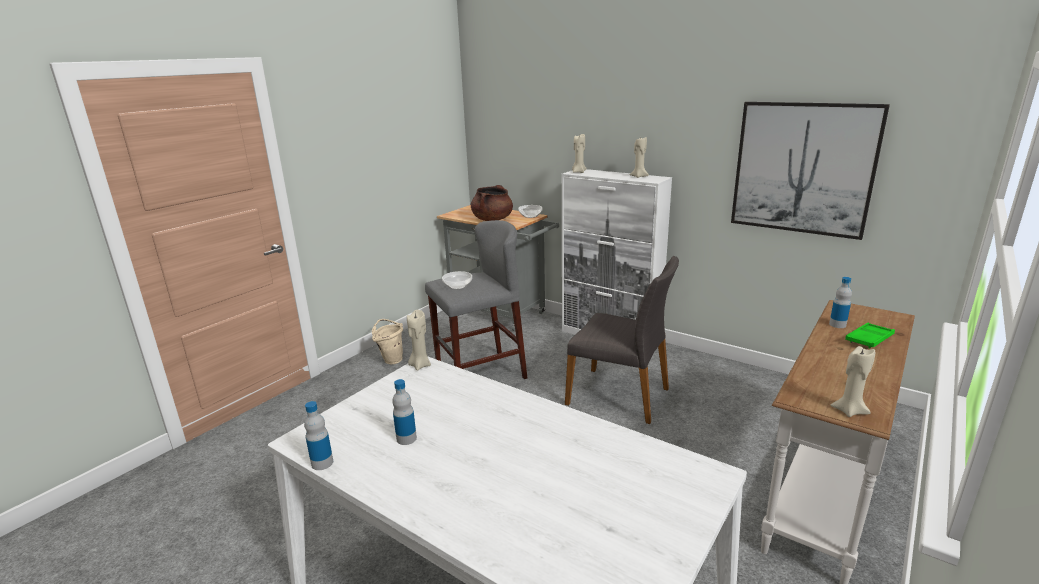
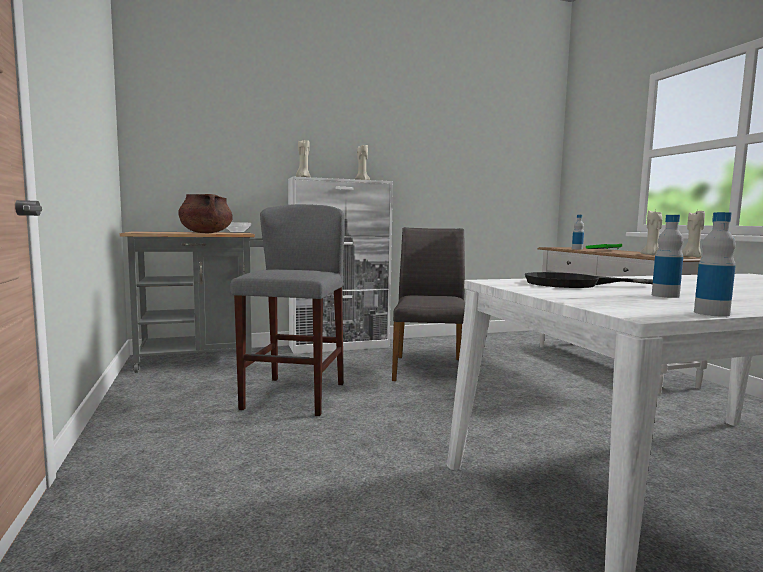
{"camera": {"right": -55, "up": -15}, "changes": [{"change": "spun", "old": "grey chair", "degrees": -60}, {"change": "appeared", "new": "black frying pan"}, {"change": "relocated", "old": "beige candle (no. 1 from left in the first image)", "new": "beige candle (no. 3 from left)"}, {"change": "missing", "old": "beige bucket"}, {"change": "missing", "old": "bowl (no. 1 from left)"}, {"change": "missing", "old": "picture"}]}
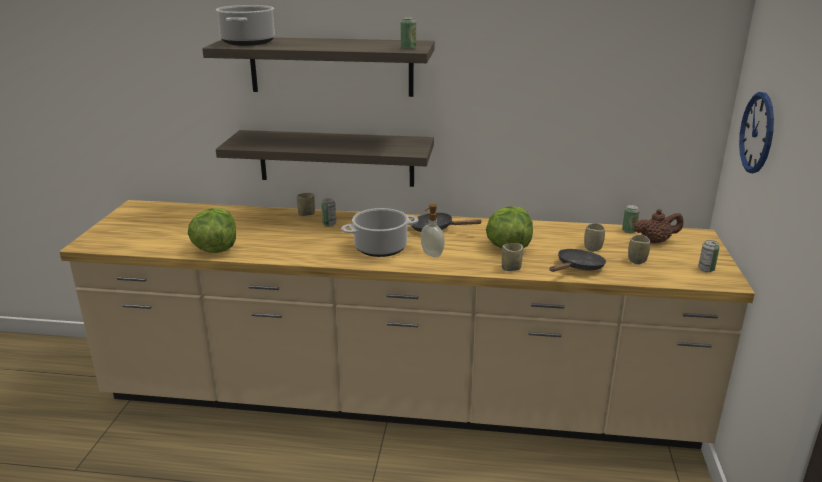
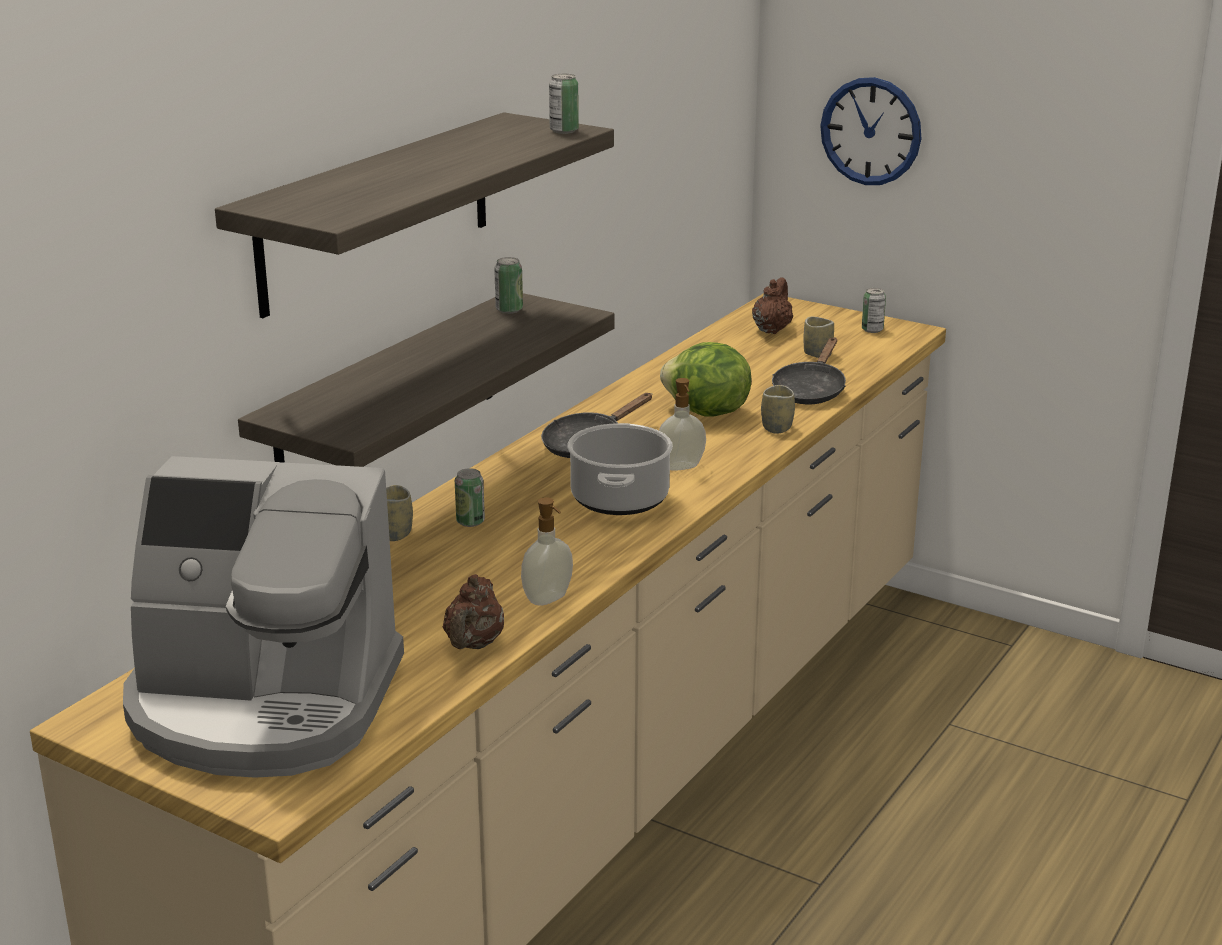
{"camera": {"right": -65, "up": 0}, "changes": [{"change": "appeared", "new": "coffee machine"}, {"change": "exchanged", "old": "lettuce (no. 1 from left)", "new": "brown teapot (no. 1 from left)"}, {"change": "relocated", "old": "can (no. 3 from left in the first image)", "new": "can (no. 2 from left)"}, {"change": "appeared", "new": "soap dispenser (no. 1 from left)"}, {"change": "spun", "old": "black frying pan (no. 2 from left)", "degrees": -135}, {"change": "missing", "old": "cooking pot (no. 1 from left)"}, {"change": "missing", "old": "cup (no. 3 from left)"}]}
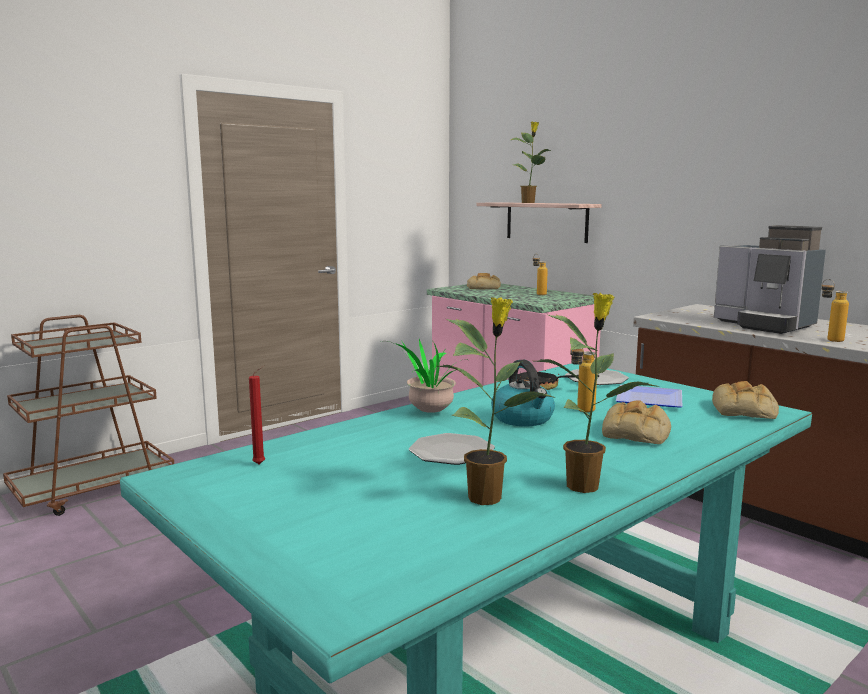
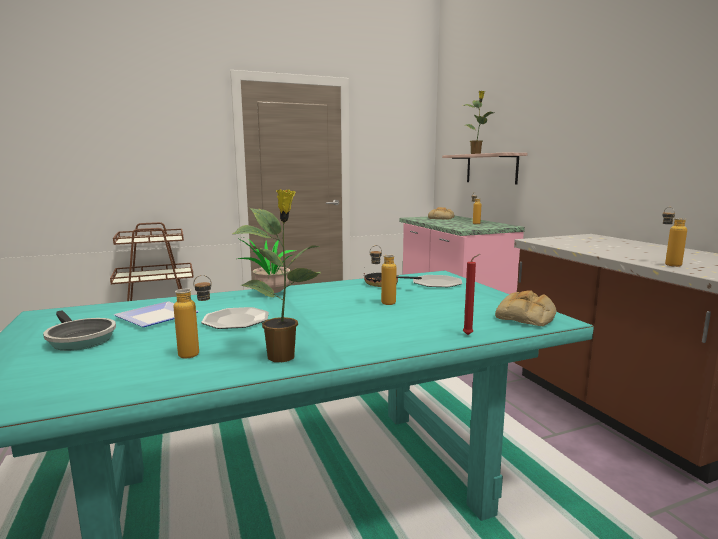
{"camera": {"right": 20, "up": 0}, "changes": [{"change": "appeared", "new": "frying pan (no. 1 from left)"}, {"change": "relocated", "old": "plate (no. 3 from left in the first image)", "new": "plate (no. 1 from left)"}, {"change": "exchanged", "old": "potted plant (no. 2 from left)", "new": "bottle (no. 1 from left)"}, {"change": "relocated", "old": "red candle"}, {"change": "missing", "old": "kettle"}, {"change": "missing", "old": "bread (no. 2 from left)"}, {"change": "missing", "old": "coffee machine"}]}
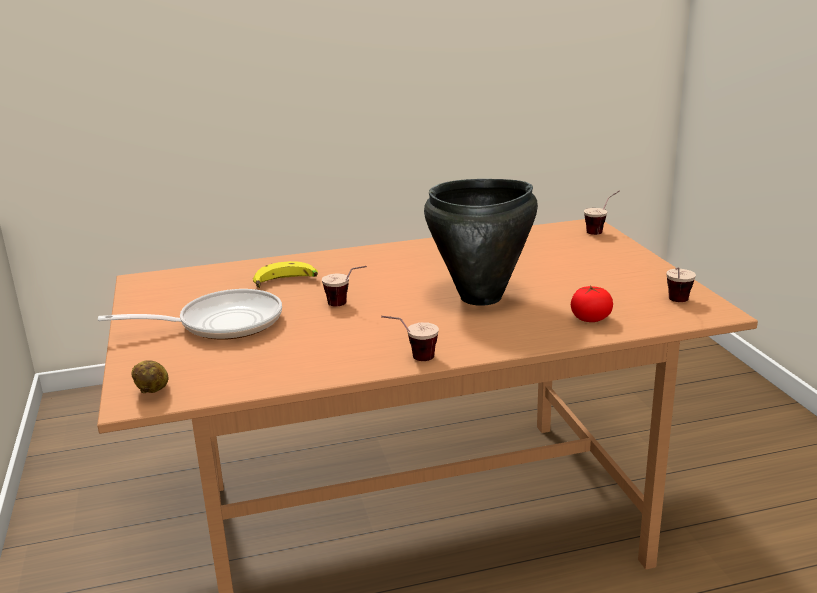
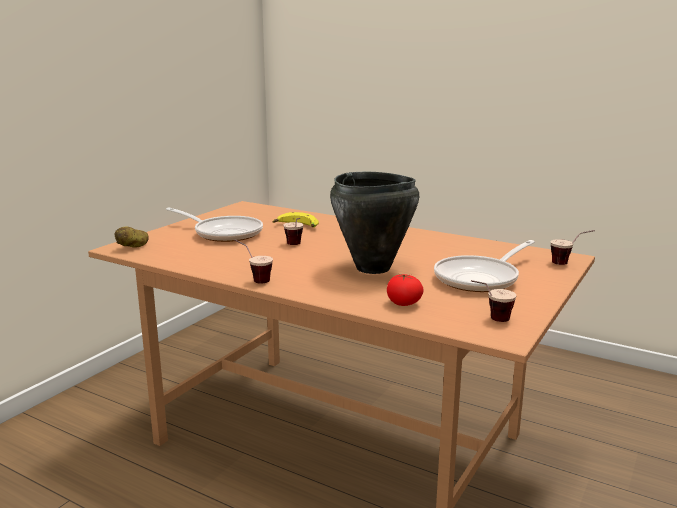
{"camera": {"right": 45, "up": -5}, "changes": [{"change": "appeared", "new": "frying pan (no. 2 from left)"}]}
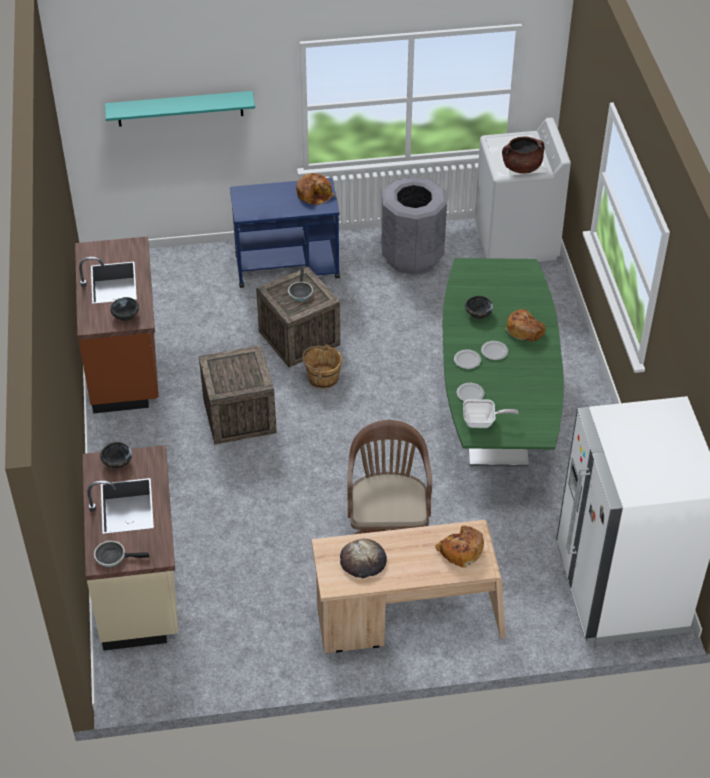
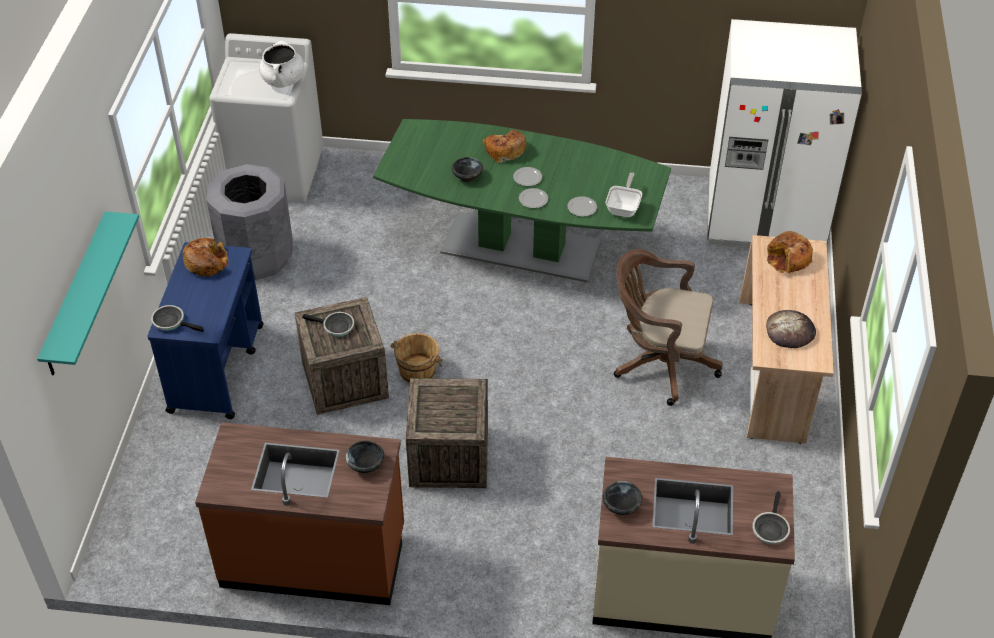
{"camera": {"right": -75, "up": 0}, "changes": [{"change": "appeared", "new": "frying pan (no. 1 from left)"}, {"change": "colour", "old": "brown cooking pot", "new": "white cooking pot"}]}
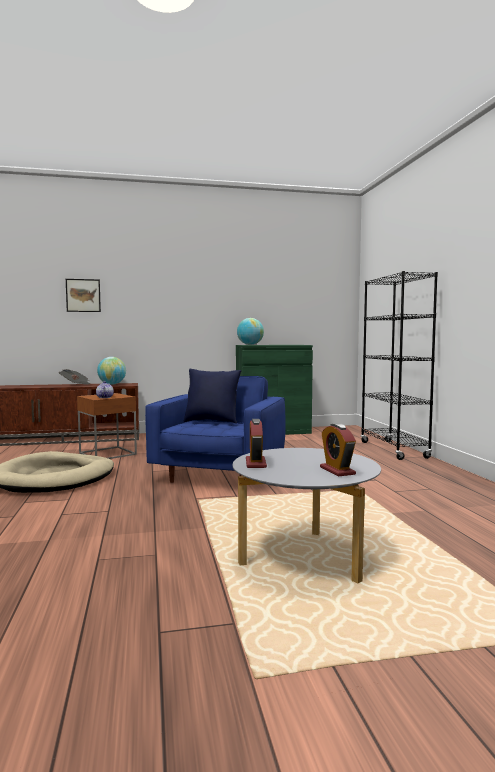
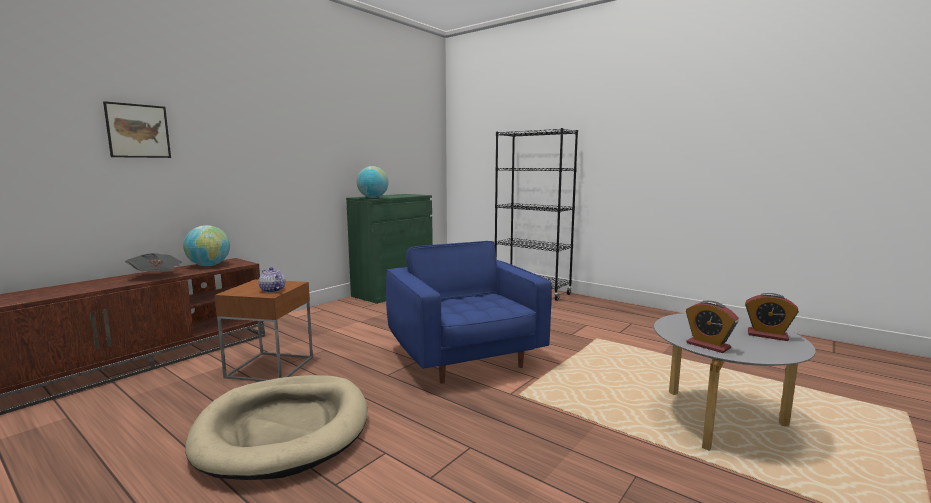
{"camera": {"right": -40, "up": 5}, "changes": [{"change": "missing", "old": "blue pillow"}]}
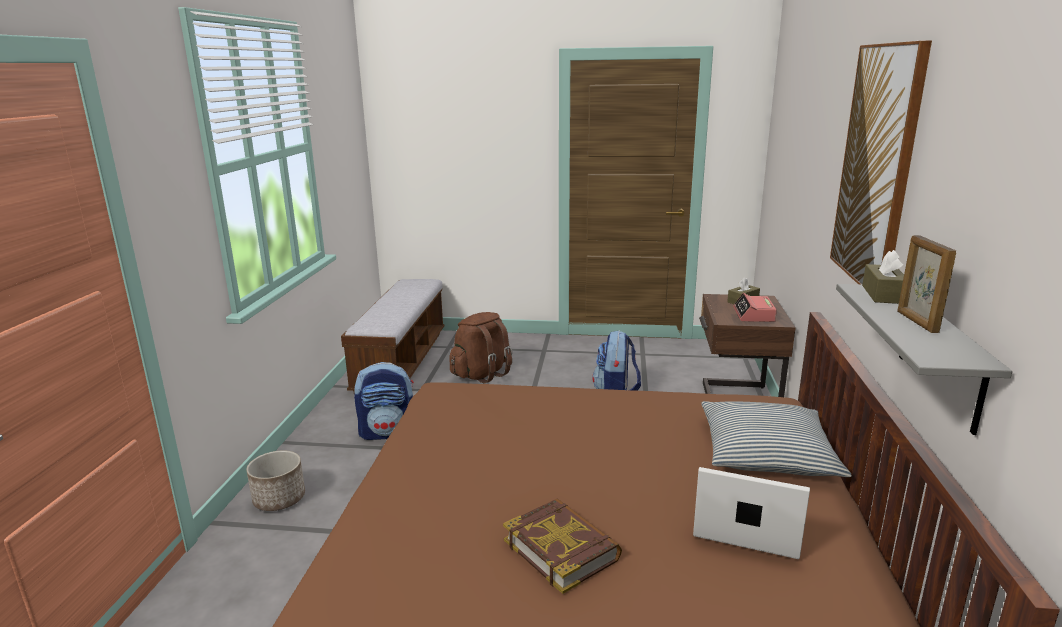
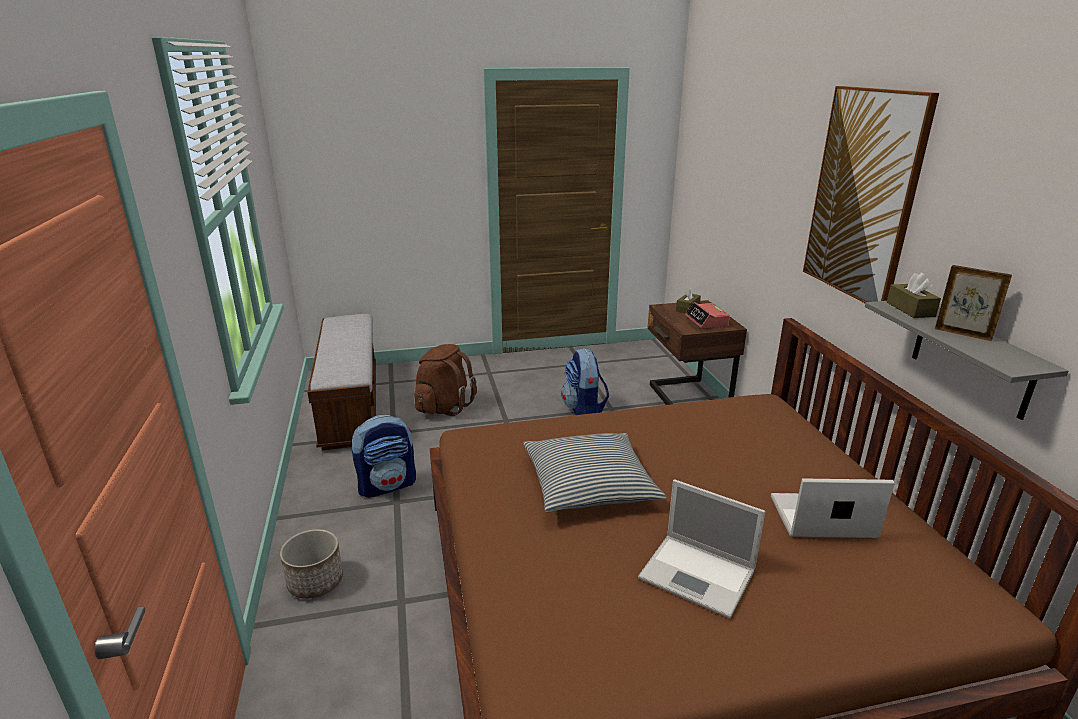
{"camera": {"right": -20, "up": 5}, "changes": [{"change": "relocated", "old": "pillow"}, {"change": "exchanged", "old": "book", "new": "laptop (no. 1 from left)"}, {"change": "spun", "old": "picture frame", "degrees": 150}]}
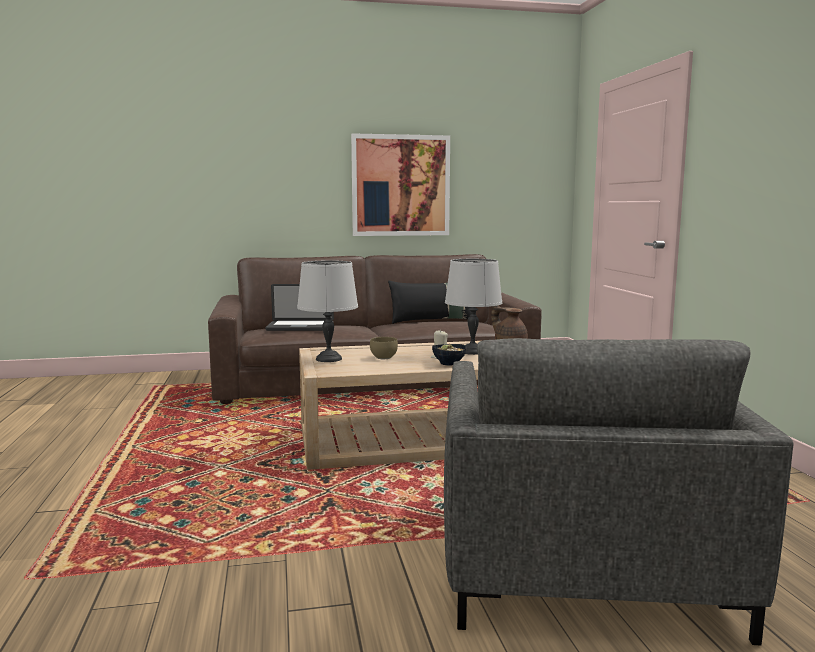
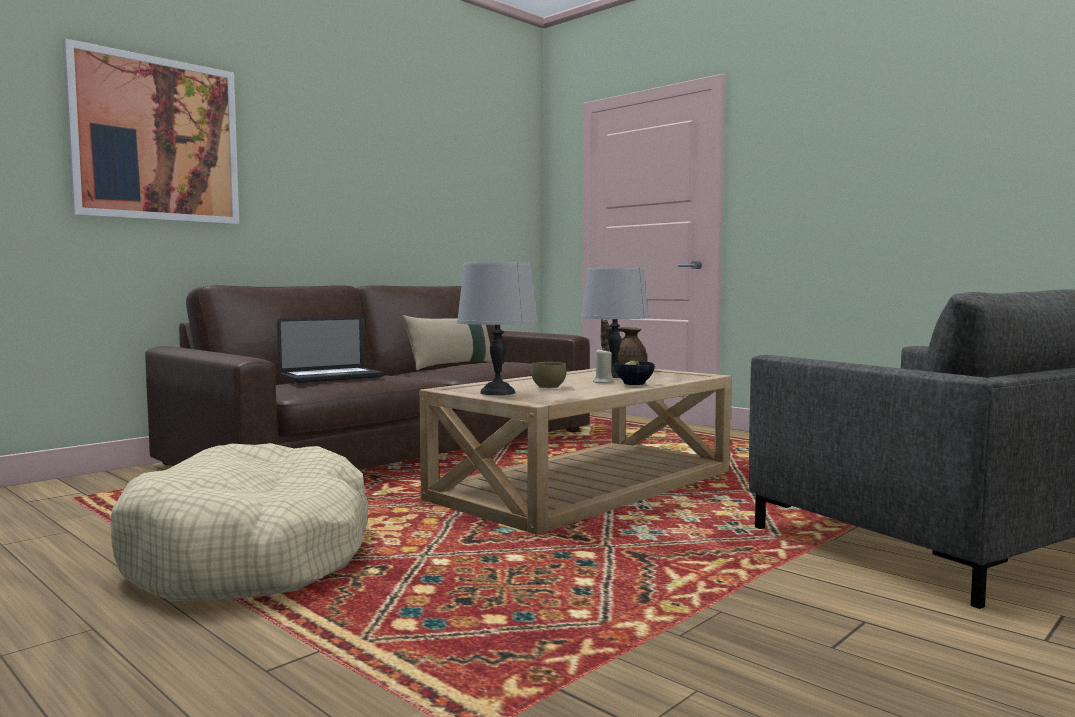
{"camera": {"right": -35, "up": -5}, "changes": [{"change": "relocated", "old": "picture"}, {"change": "appeared", "new": "beige dog bed"}, {"change": "colour", "old": "black pillow", "new": "beige pillow"}]}
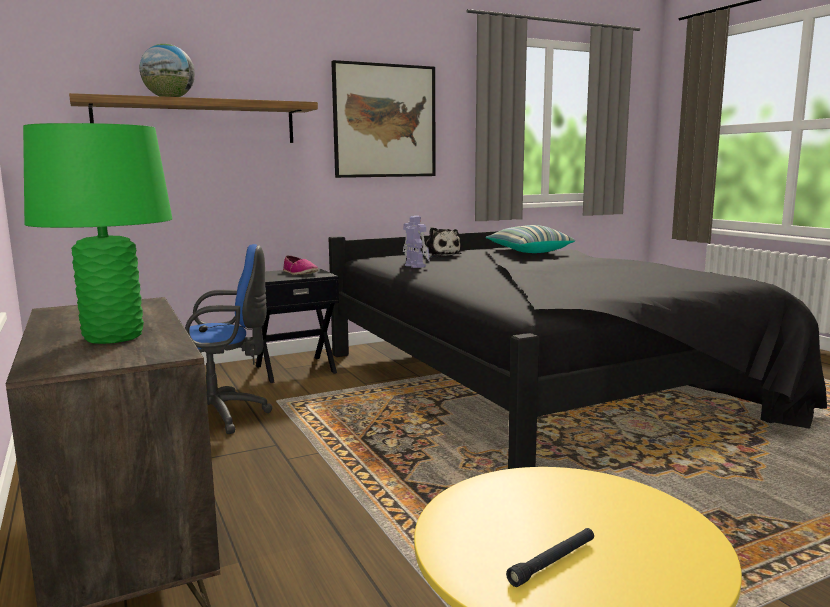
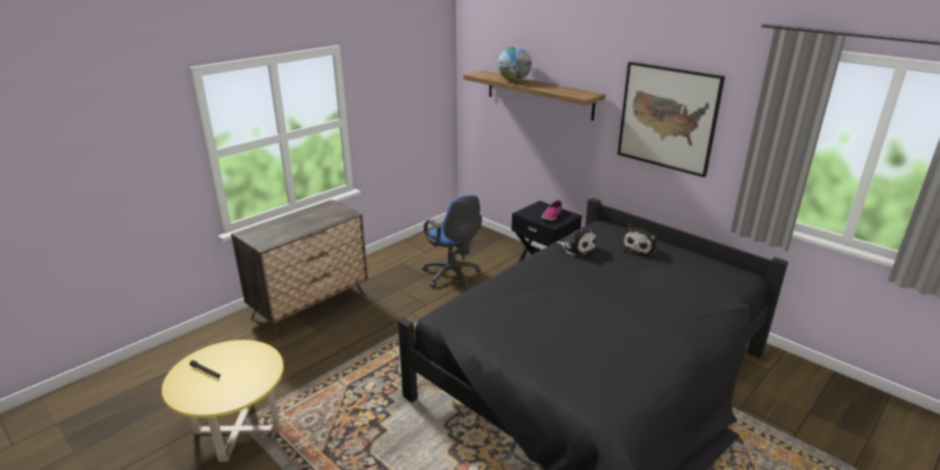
{"camera": {"right": 70, "up": 15}, "changes": [{"change": "exchanged", "old": "toy robot", "new": "plush toy (no. 1 from left)"}, {"change": "missing", "old": "green table lamp"}, {"change": "missing", "old": "pillow"}]}
